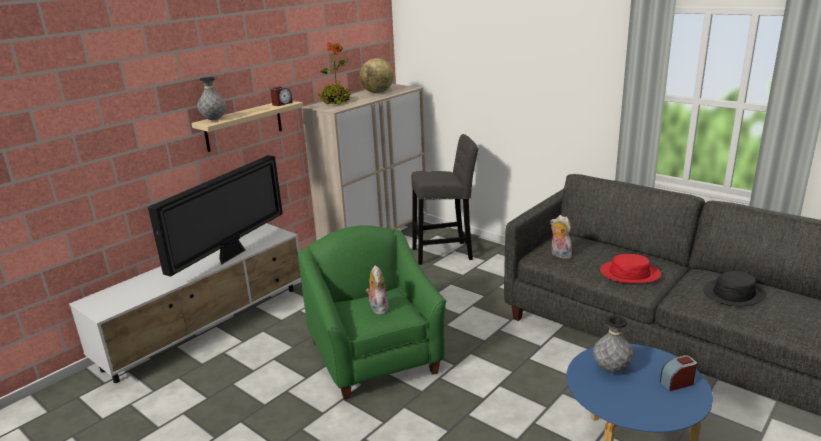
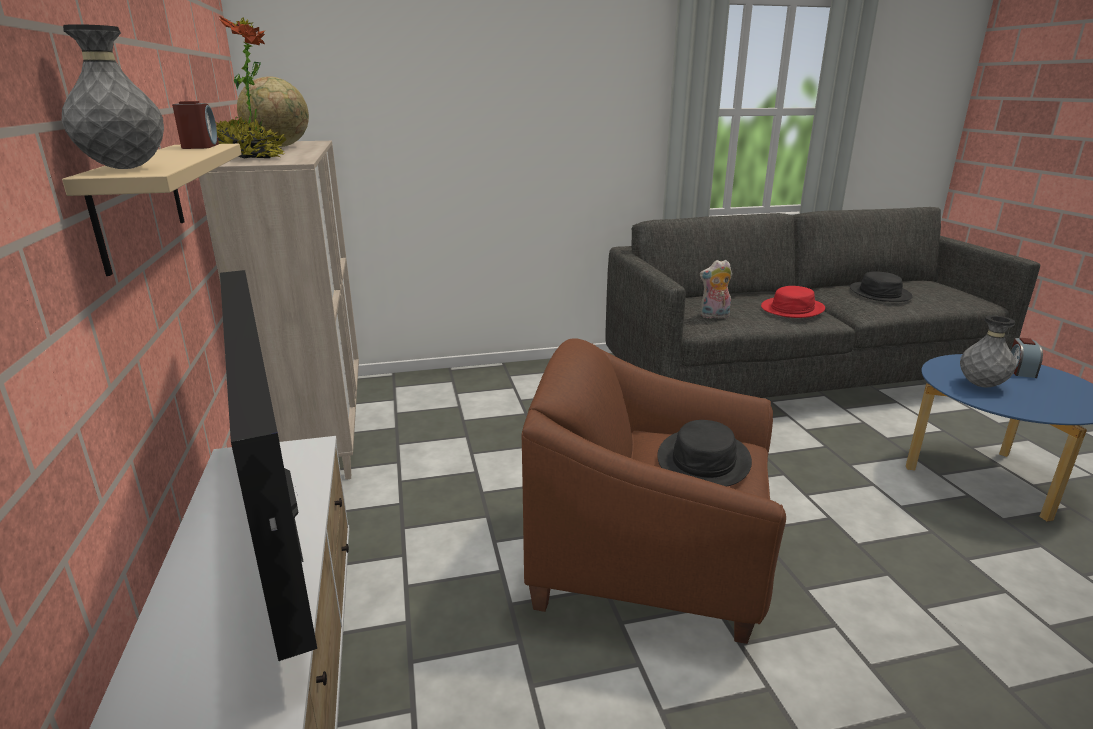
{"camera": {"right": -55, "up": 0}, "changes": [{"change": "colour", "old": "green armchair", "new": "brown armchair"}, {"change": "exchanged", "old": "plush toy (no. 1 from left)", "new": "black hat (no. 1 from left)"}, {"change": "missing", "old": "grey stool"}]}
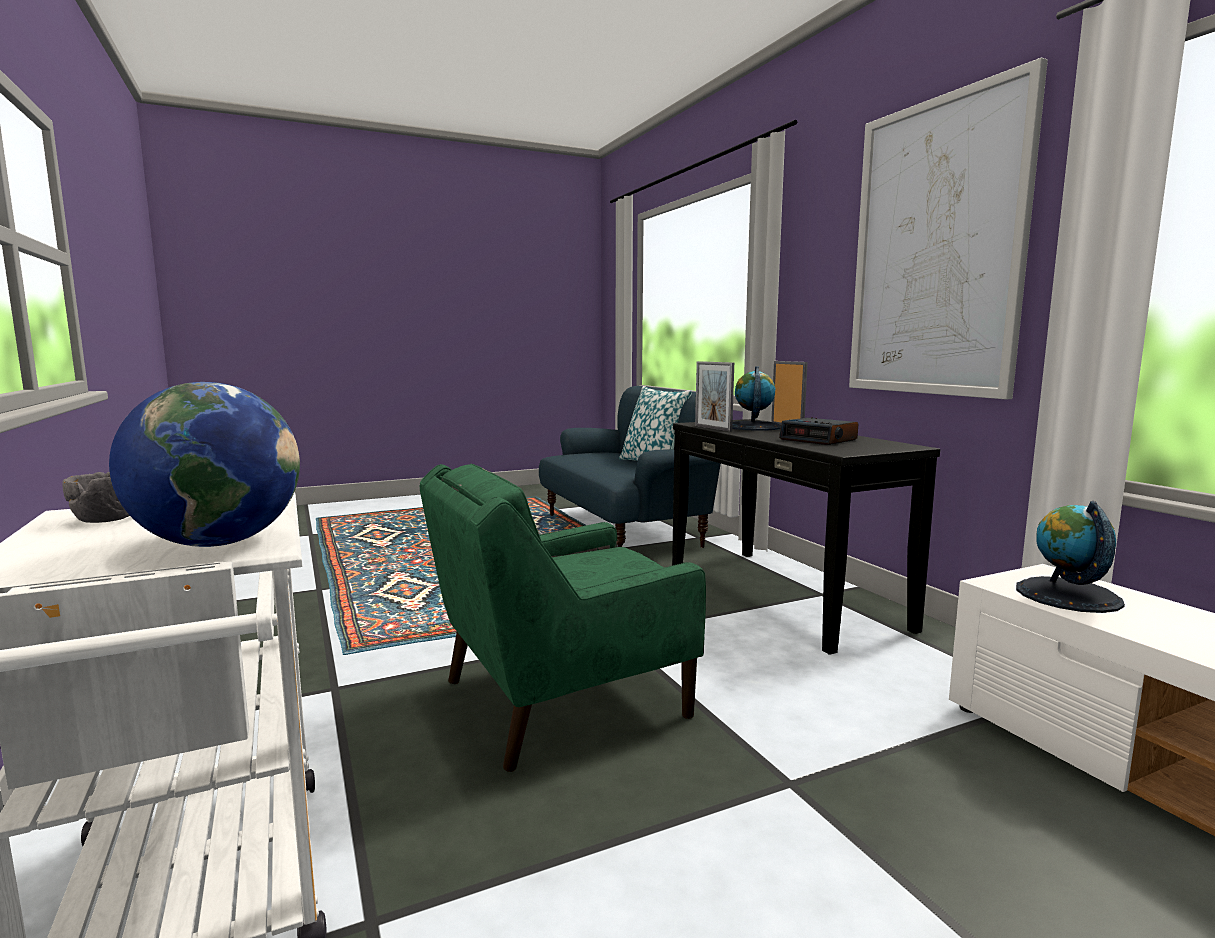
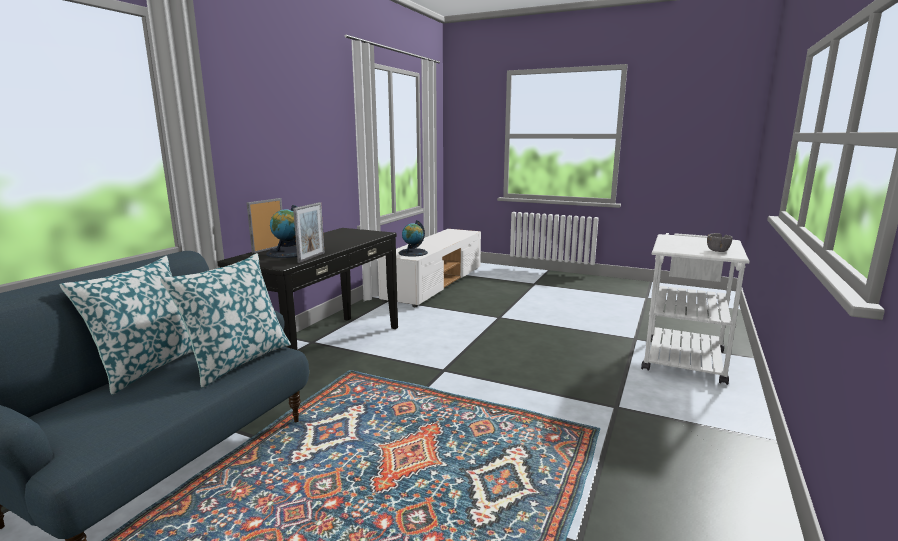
{"camera": {"right": -130, "up": 5}, "changes": [{"change": "appeared", "new": "pillow (no. 2 from left)"}, {"change": "missing", "old": "globe (no. 1 from left)"}, {"change": "missing", "old": "green armchair"}, {"change": "missing", "old": "alarm clock"}, {"change": "missing", "old": "picture"}]}
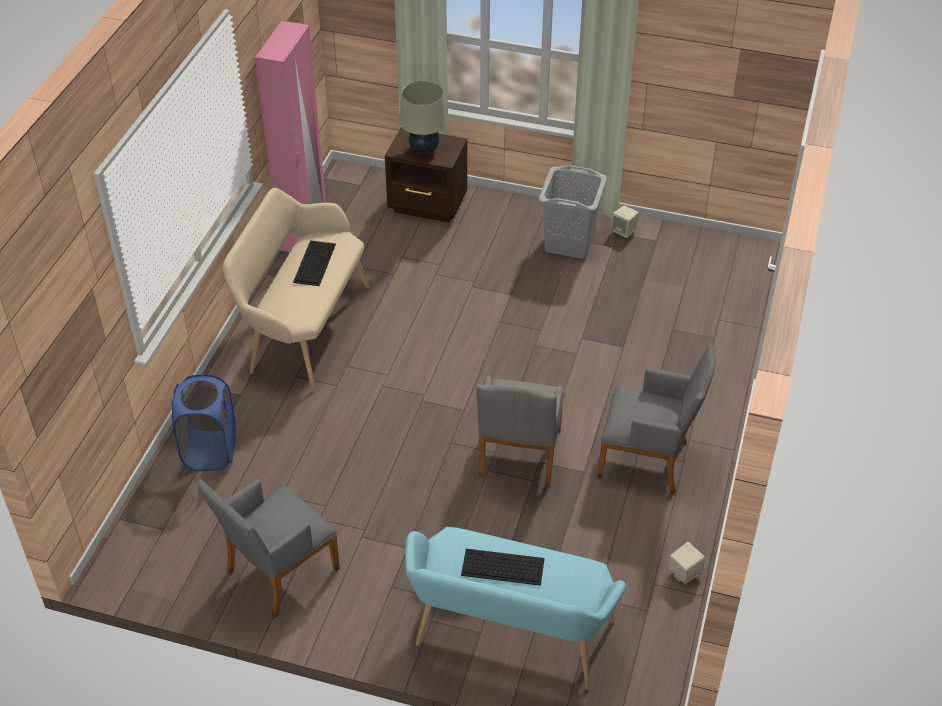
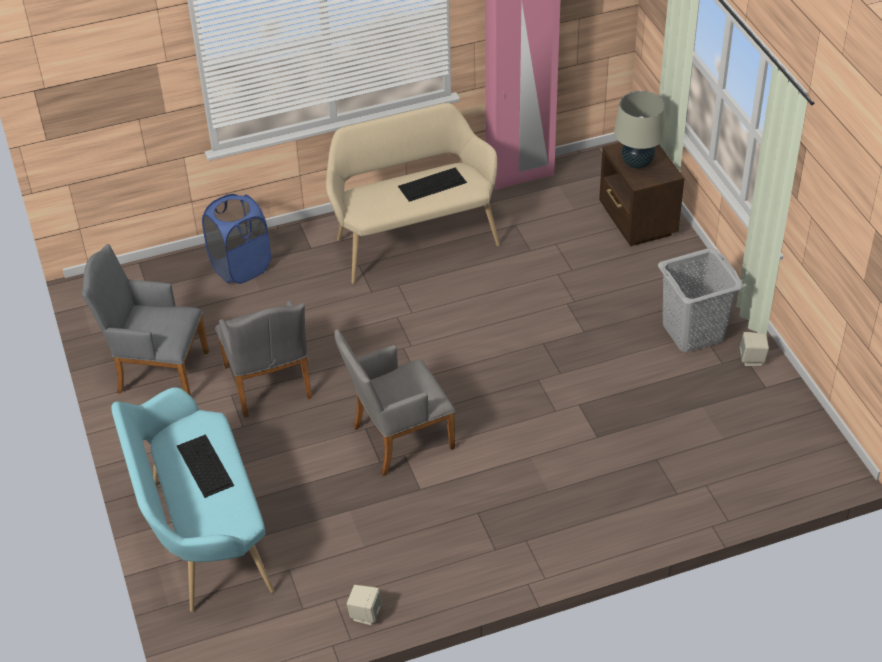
{"camera": {"right": 55, "up": 0}, "changes": [{"change": "relocated", "old": "grey armchair (no. 3 from left in the first image)", "new": "grey armchair (no. 2 from left)"}]}
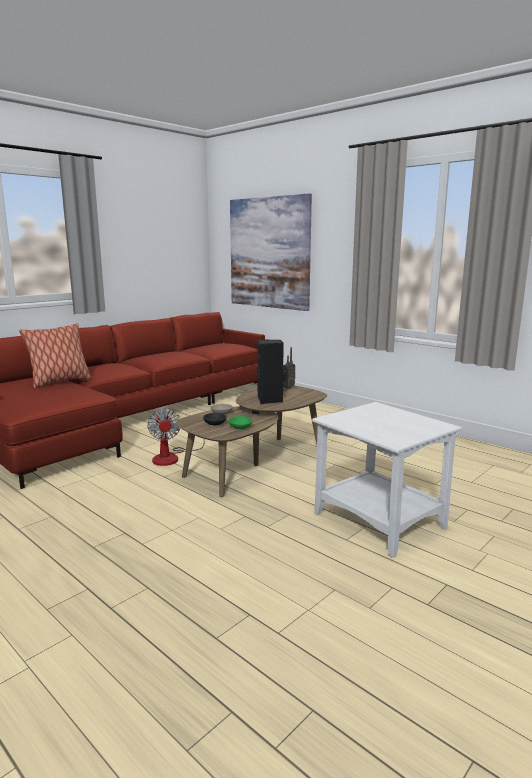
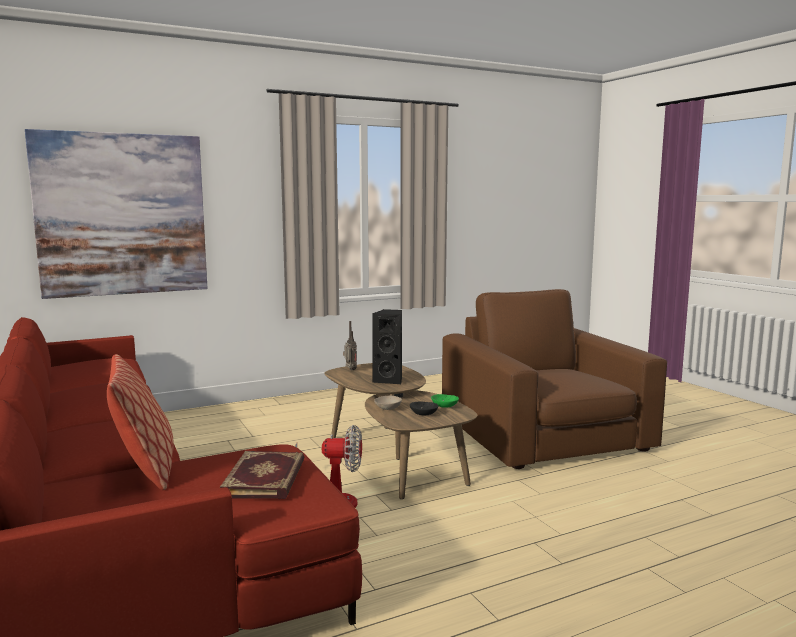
{"camera": {"right": -70, "up": -5}, "changes": [{"change": "appeared", "new": "book"}, {"change": "exchanged", "old": "white side table", "new": "brown armchair"}]}
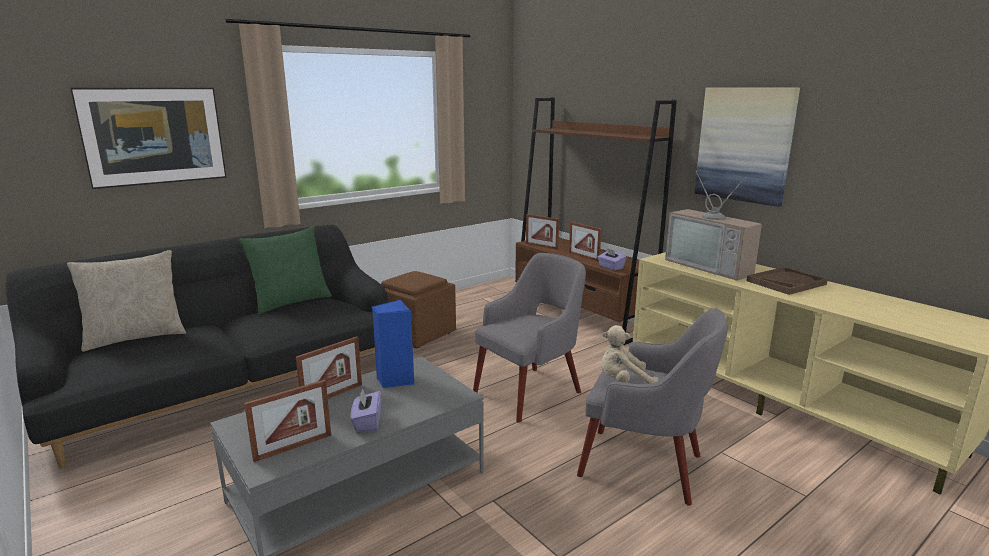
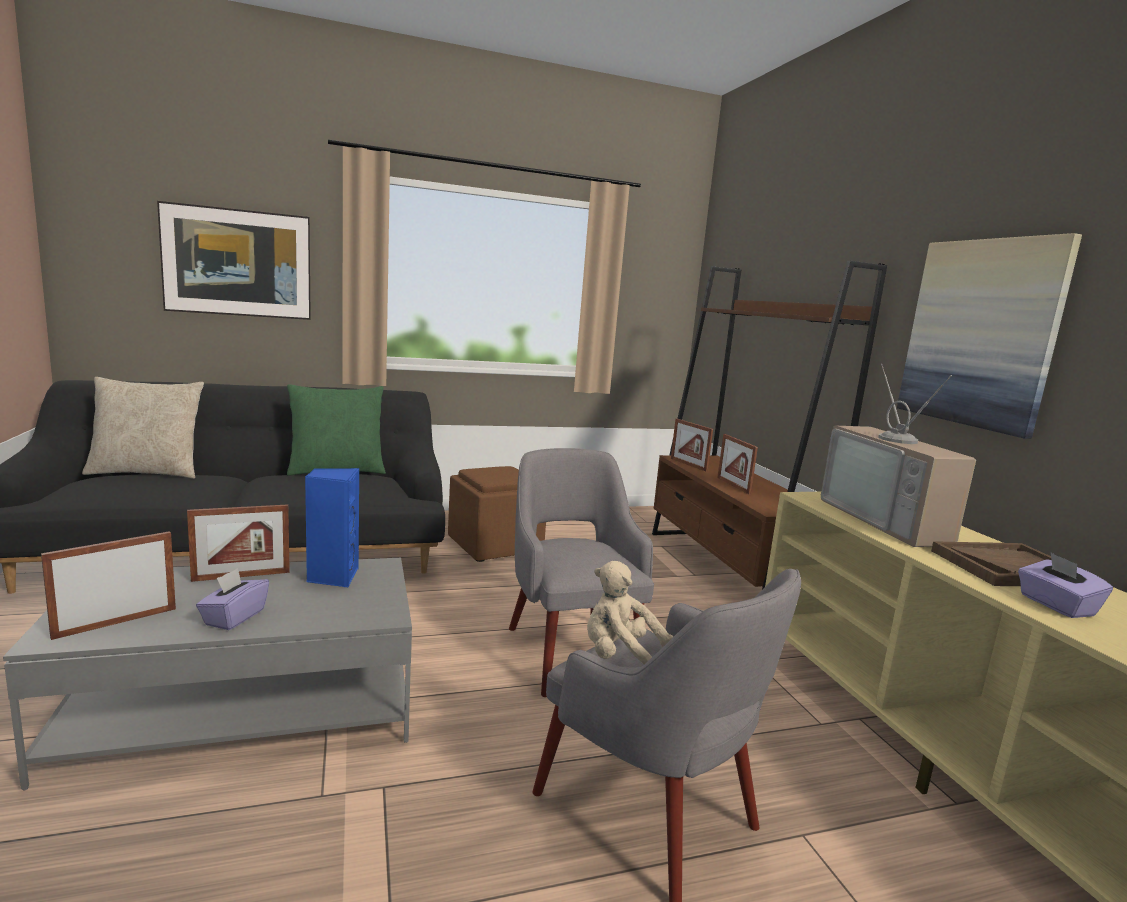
{"camera": {"right": 20, "up": -5}, "changes": [{"change": "spun", "old": "picture frame (no. 1 from left)", "degrees": 150}, {"change": "spun", "old": "grey armchair (no. 1 from left)", "degrees": -90}, {"change": "relocated", "old": "purple tissue box (no. 2 from left)"}]}
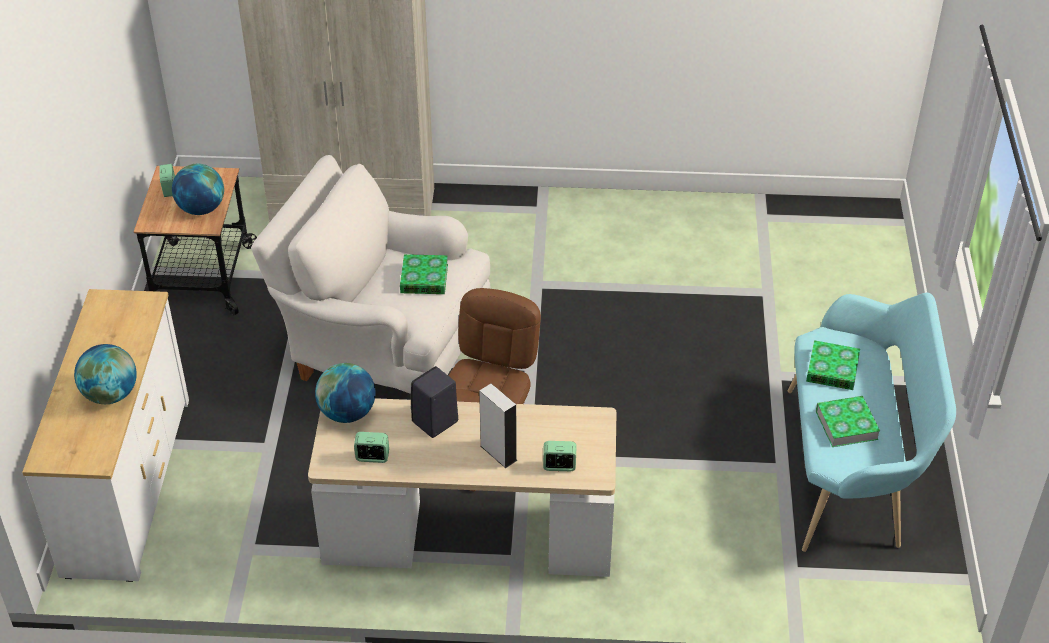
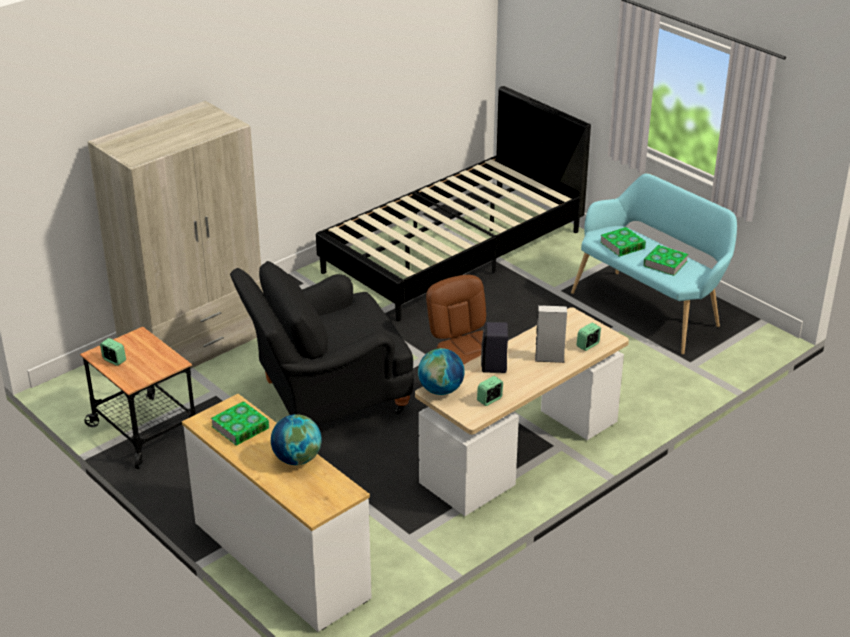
{"camera": {"right": -45, "up": -10}, "changes": [{"change": "relocated", "old": "book (no. 1 from left)"}, {"change": "colour", "old": "white armchair", "new": "black armchair"}, {"change": "appeared", "new": "black bed"}, {"change": "missing", "old": "globe (no. 2 from left)"}]}
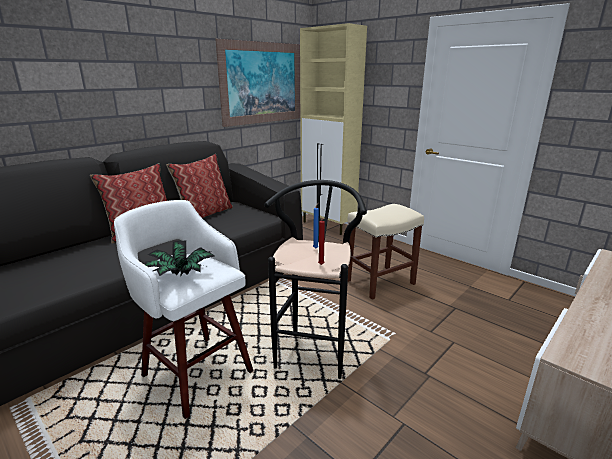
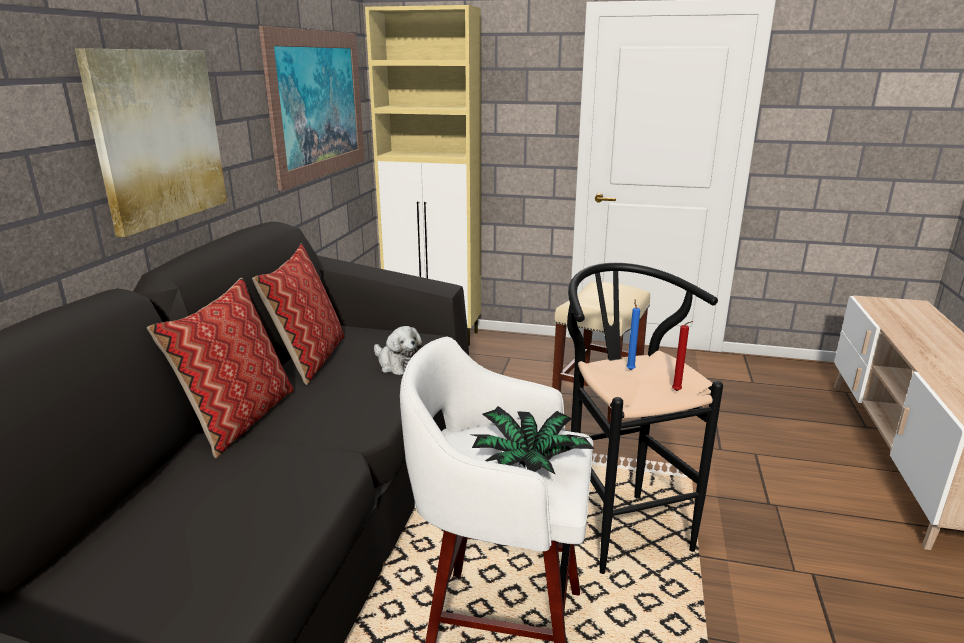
{"camera": {"right": -30, "up": 0}, "changes": [{"change": "appeared", "new": "picture (no. 1 from left)"}, {"change": "appeared", "new": "plush toy"}]}
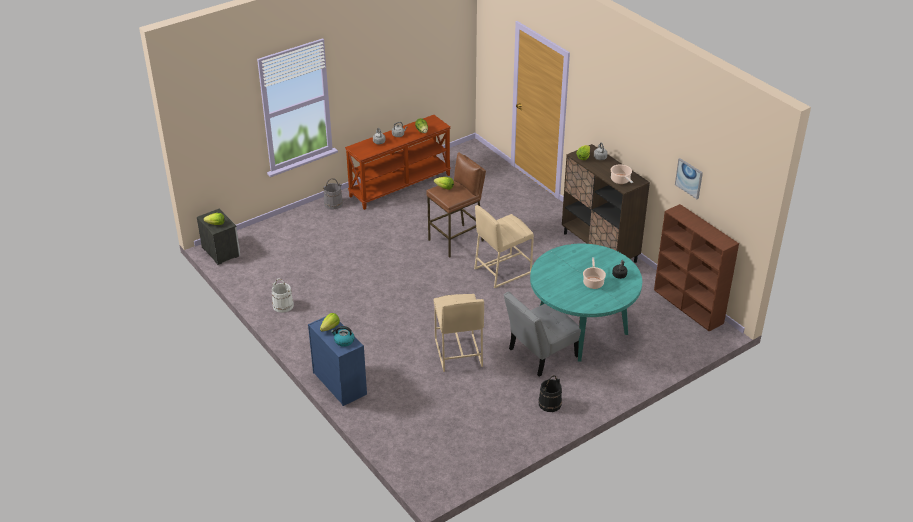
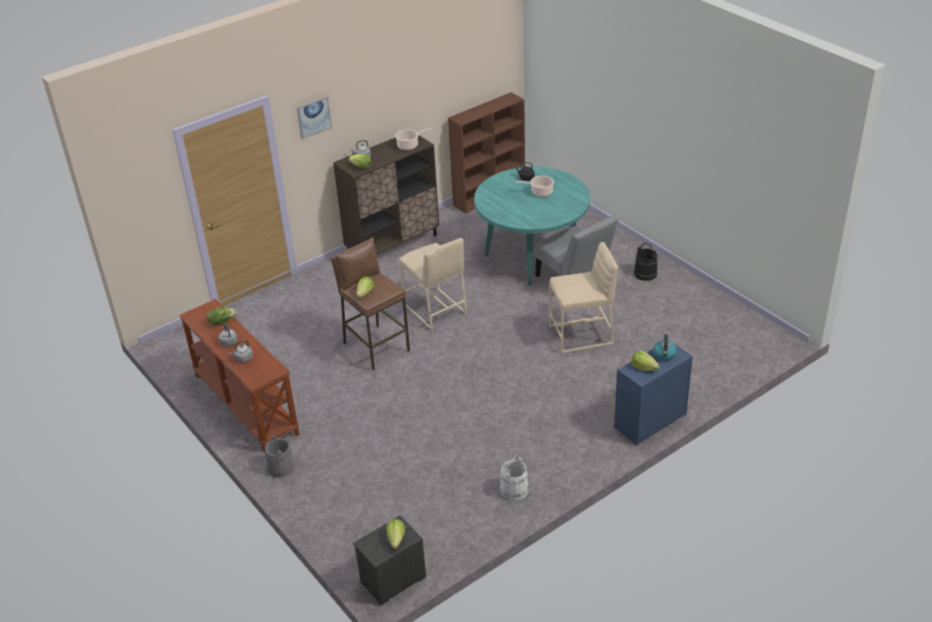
{"camera": {"right": -90, "up": 0}, "changes": [{"change": "relocated", "old": "picture"}]}
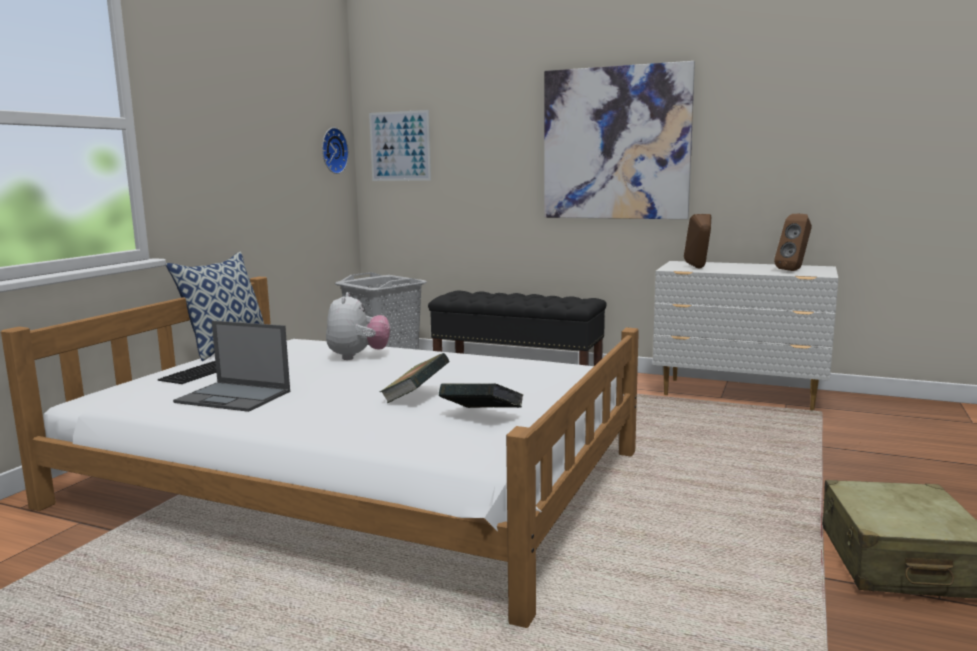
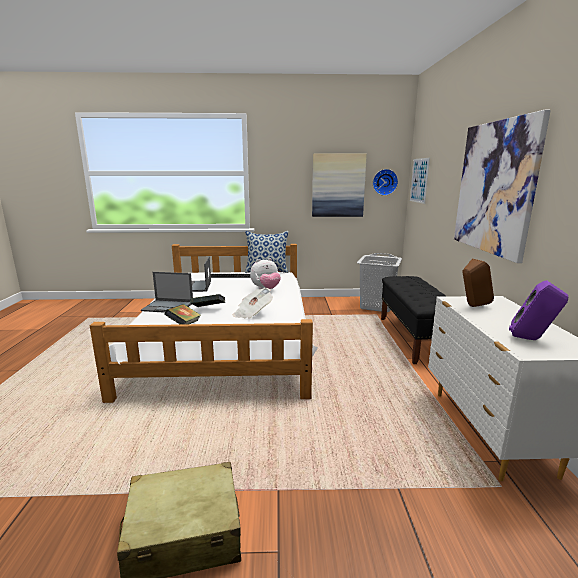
{"camera": {"right": 65, "up": 5}, "changes": [{"change": "appeared", "new": "laptop (no. 1 from left)"}, {"change": "appeared", "new": "newspaper"}, {"change": "appeared", "new": "picture (no. 1 from left)"}, {"change": "colour", "old": "brown speaker (no. 2 from left)", "new": "purple speaker"}]}
